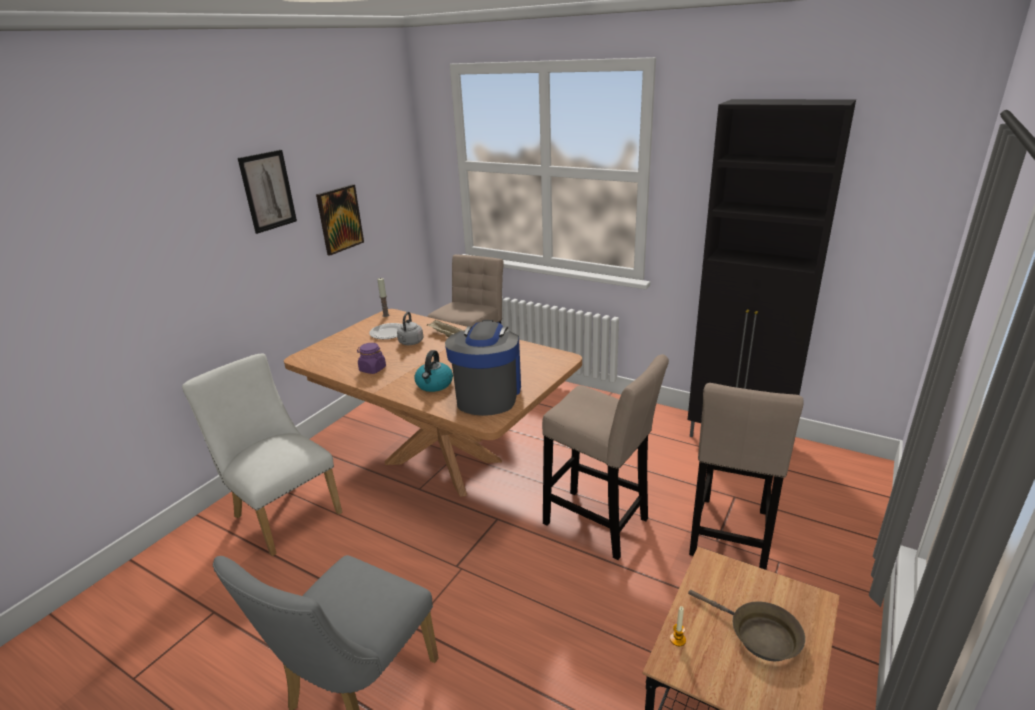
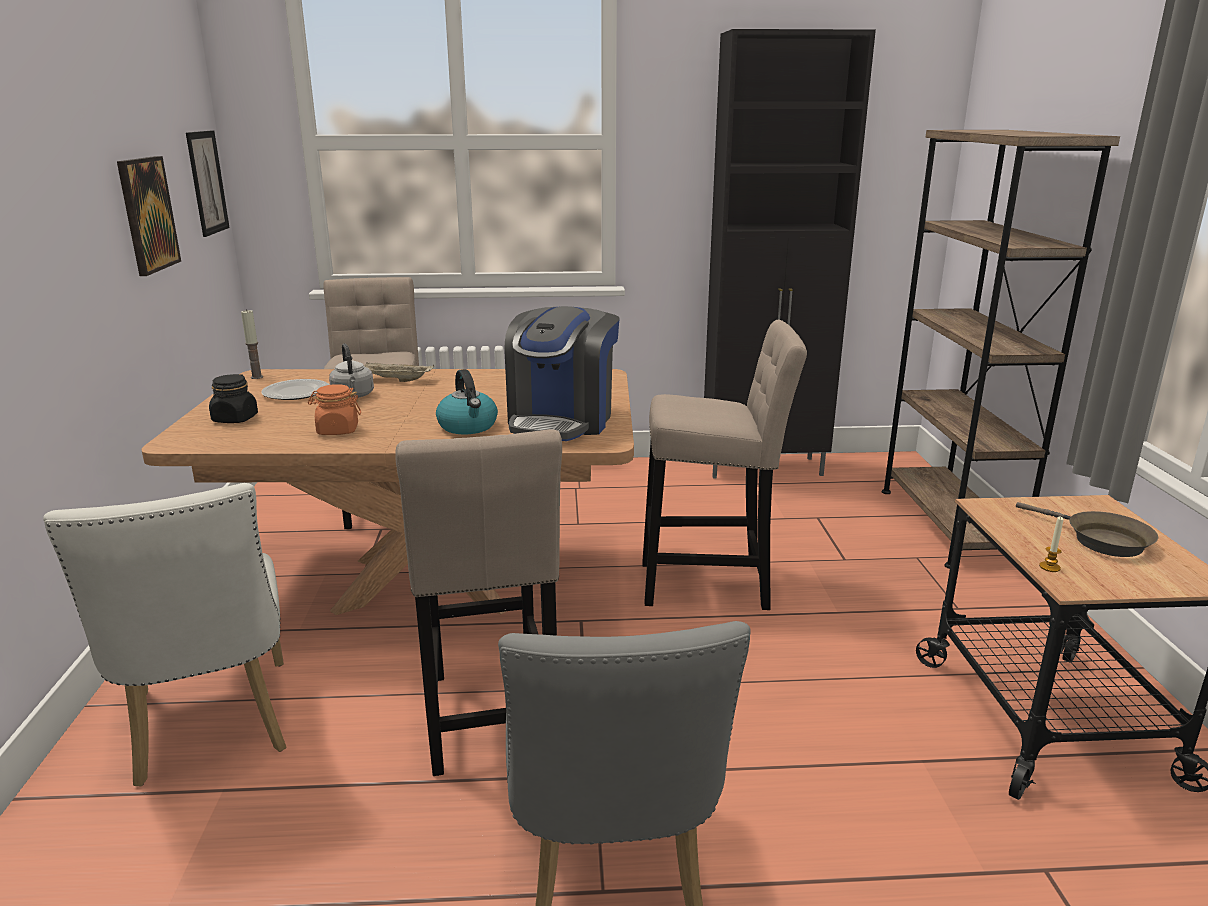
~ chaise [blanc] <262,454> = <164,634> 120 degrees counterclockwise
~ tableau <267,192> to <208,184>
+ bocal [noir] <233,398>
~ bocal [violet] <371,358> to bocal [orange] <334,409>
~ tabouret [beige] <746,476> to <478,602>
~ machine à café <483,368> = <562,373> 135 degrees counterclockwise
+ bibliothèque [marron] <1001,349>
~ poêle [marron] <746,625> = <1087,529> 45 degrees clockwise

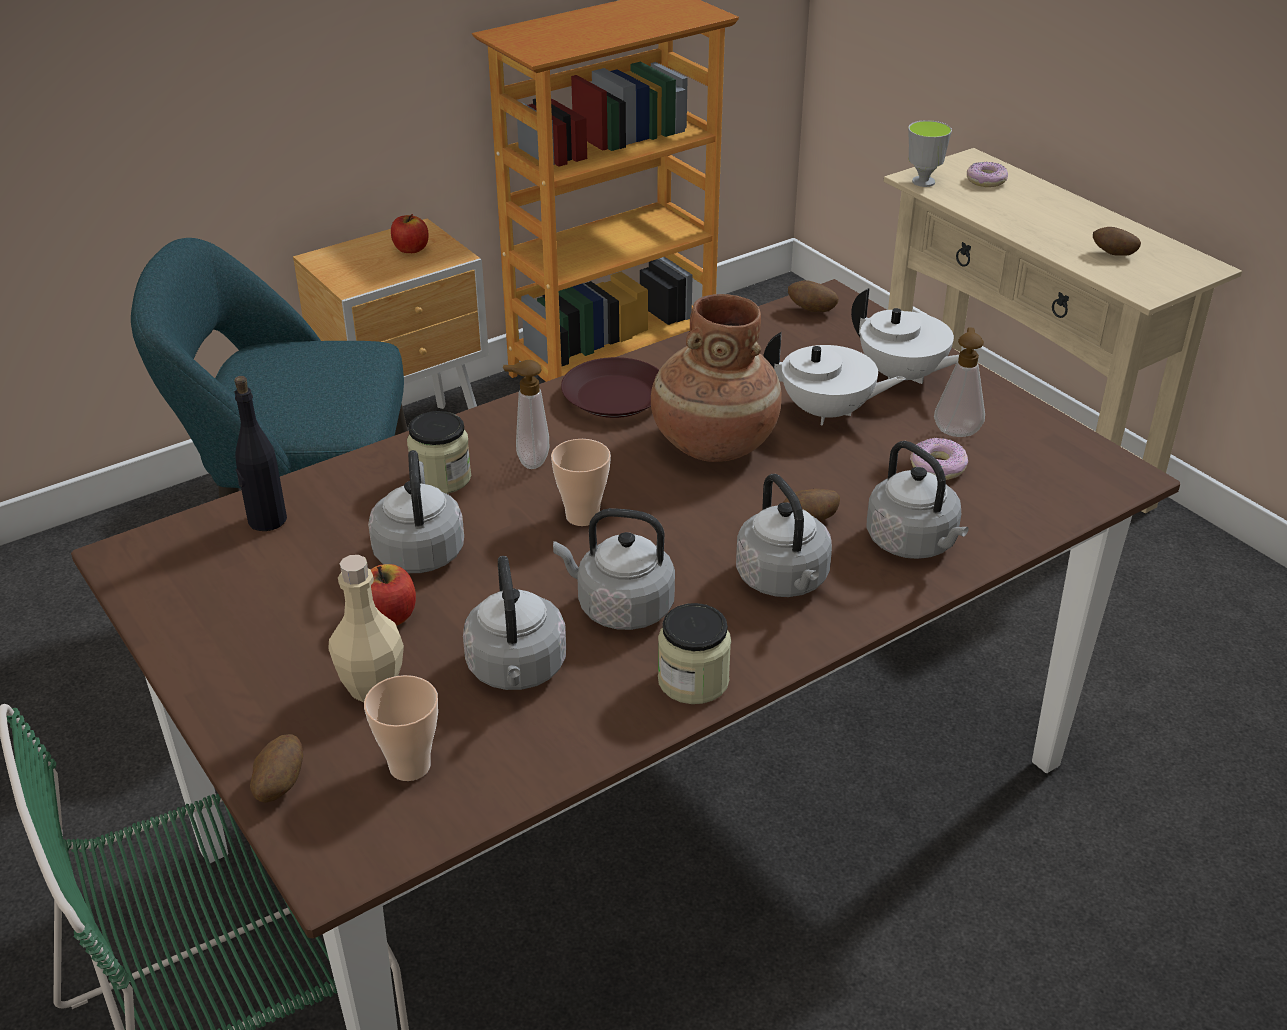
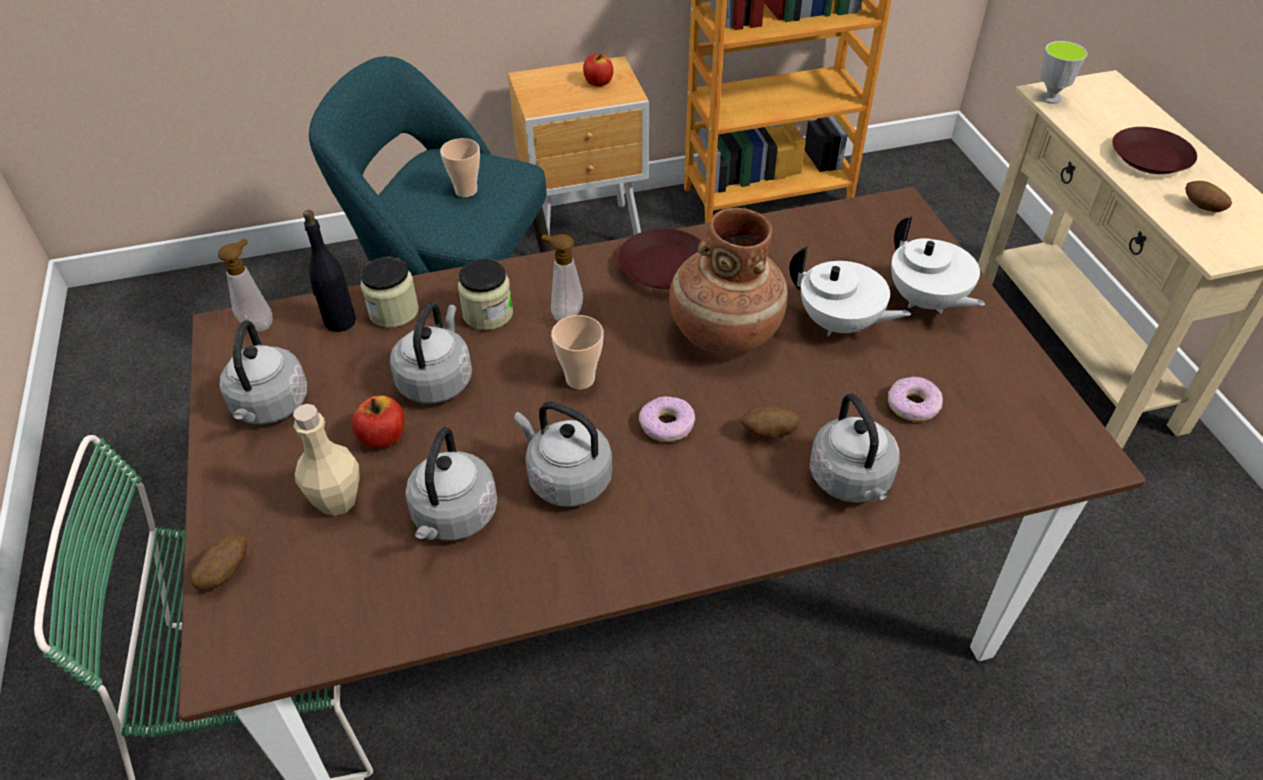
~ distributeur de savon <959,382> to <245,284>
~ bouilloire [gris] <784,535> to <263,372>
~ bocal <694,653> to <389,292>
~ tasse <401,728> to <460,167>
~ beignet <987,174> to <667,419>
+ assiette [marron] <1155,150>
- pomme de terre <813,296>

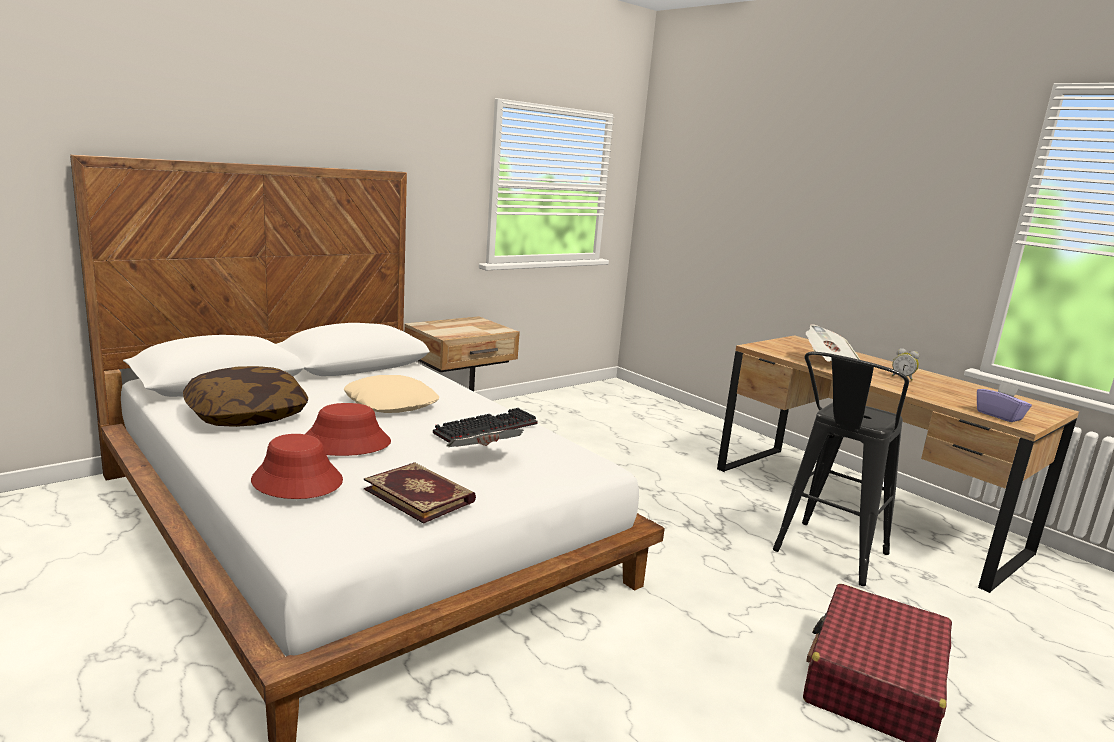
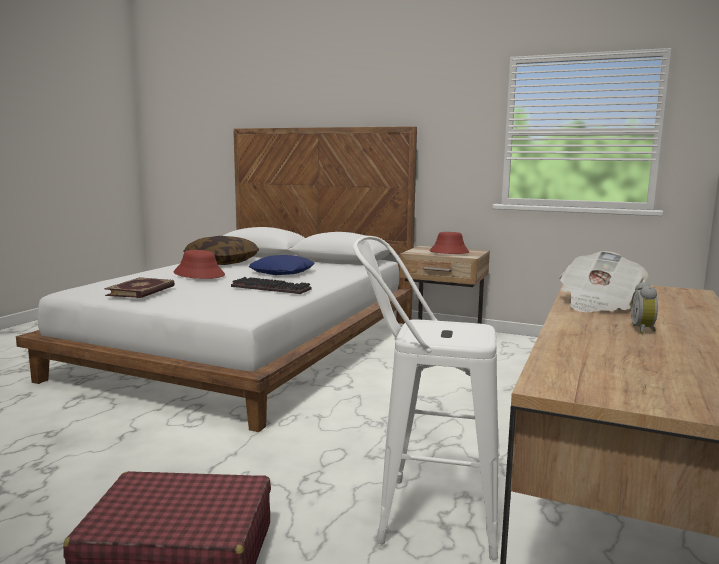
~ coussin [beige] <391,394> to coussin [bleu] <282,265>
~ tabouret [noir] <841,469> to tabouret [blanc] <426,398>
~ chapeau [rouge] <297,466> to <449,243>
- journal <485,438>
- boîte à mouchoirs [violet] <1004,401>

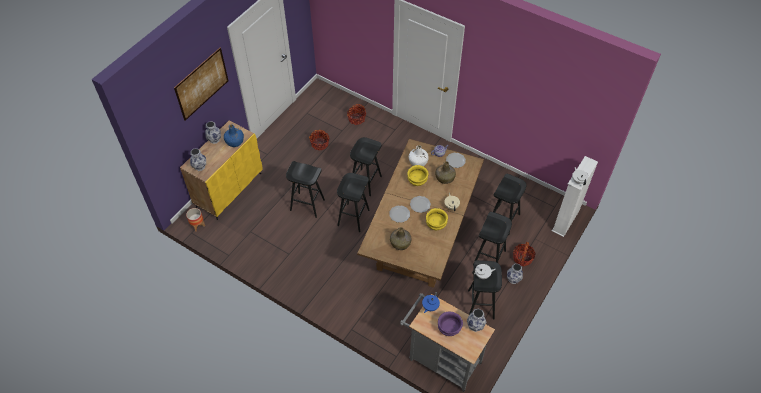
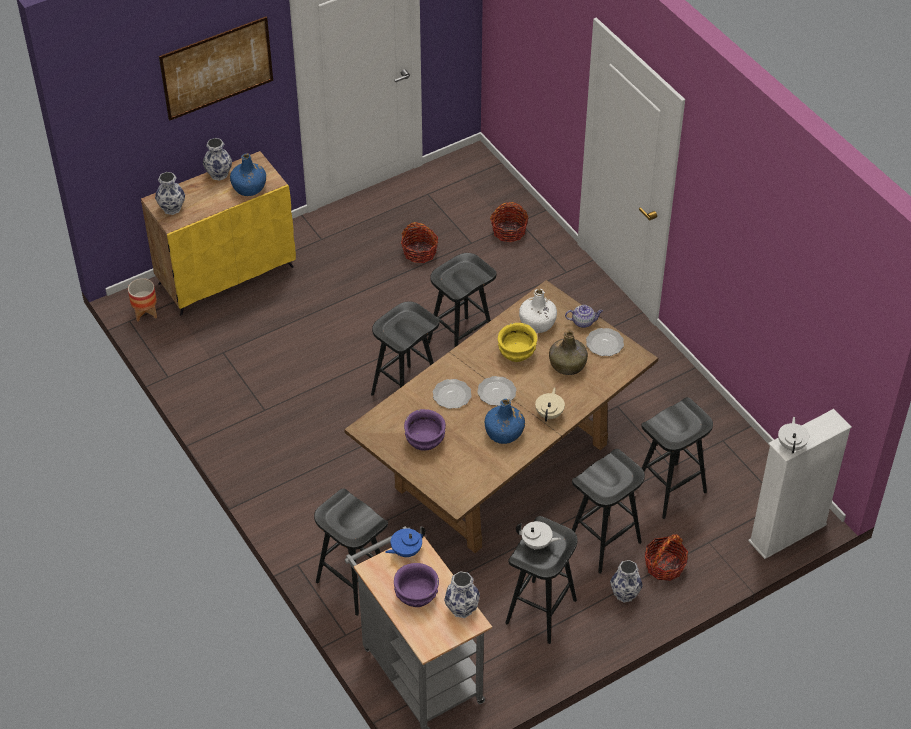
~ tabouret [noir] <305,189> to <351,552>
~ bouteille [vert] <401,238> to bol [violet] <425,430>
~ bol [jaune] <437,219> to bouteille [bleu] <505,421>

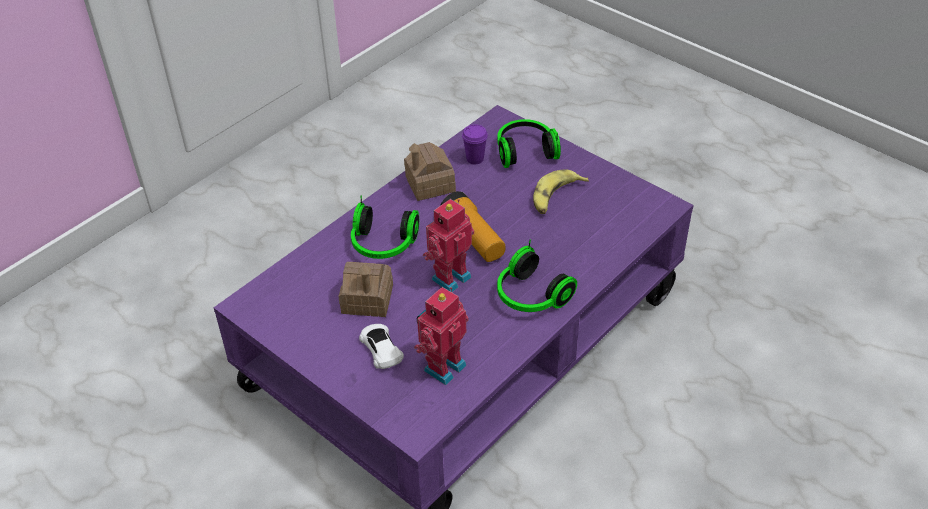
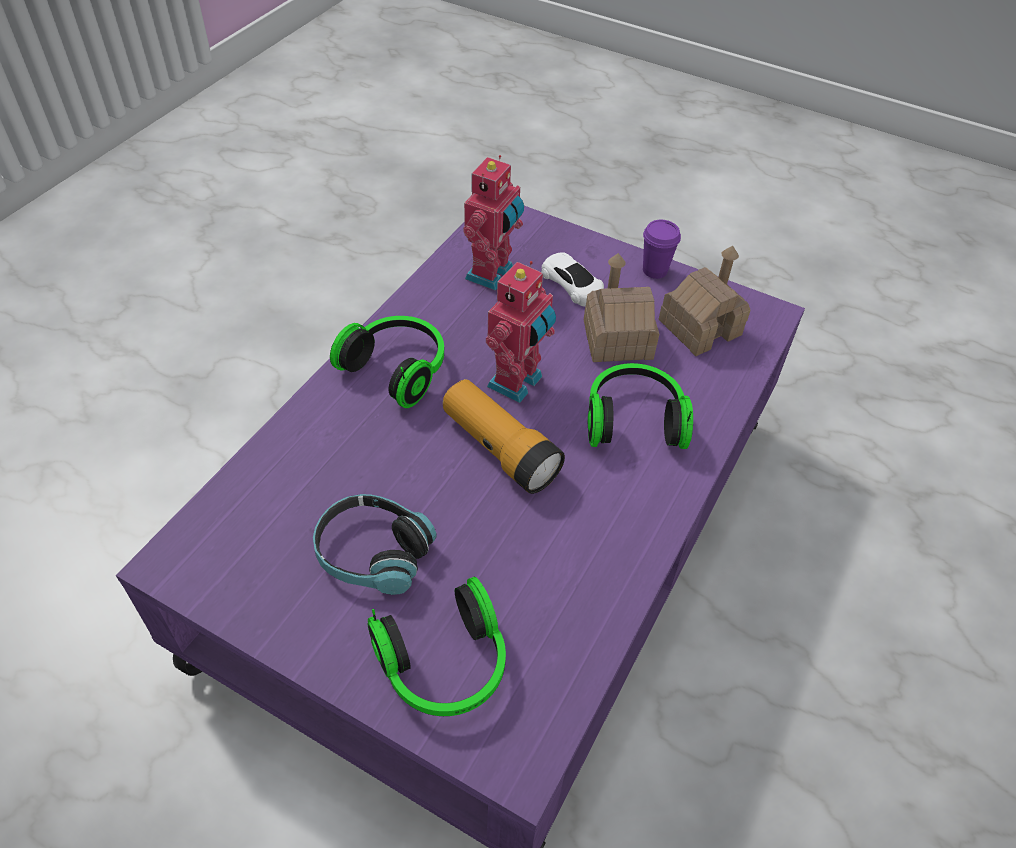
~ banane <561,192> to casque audio <375,544>
~ tasse [violet] <475,144> to <662,249>
~ maison miniature <430,171> to <705,301>

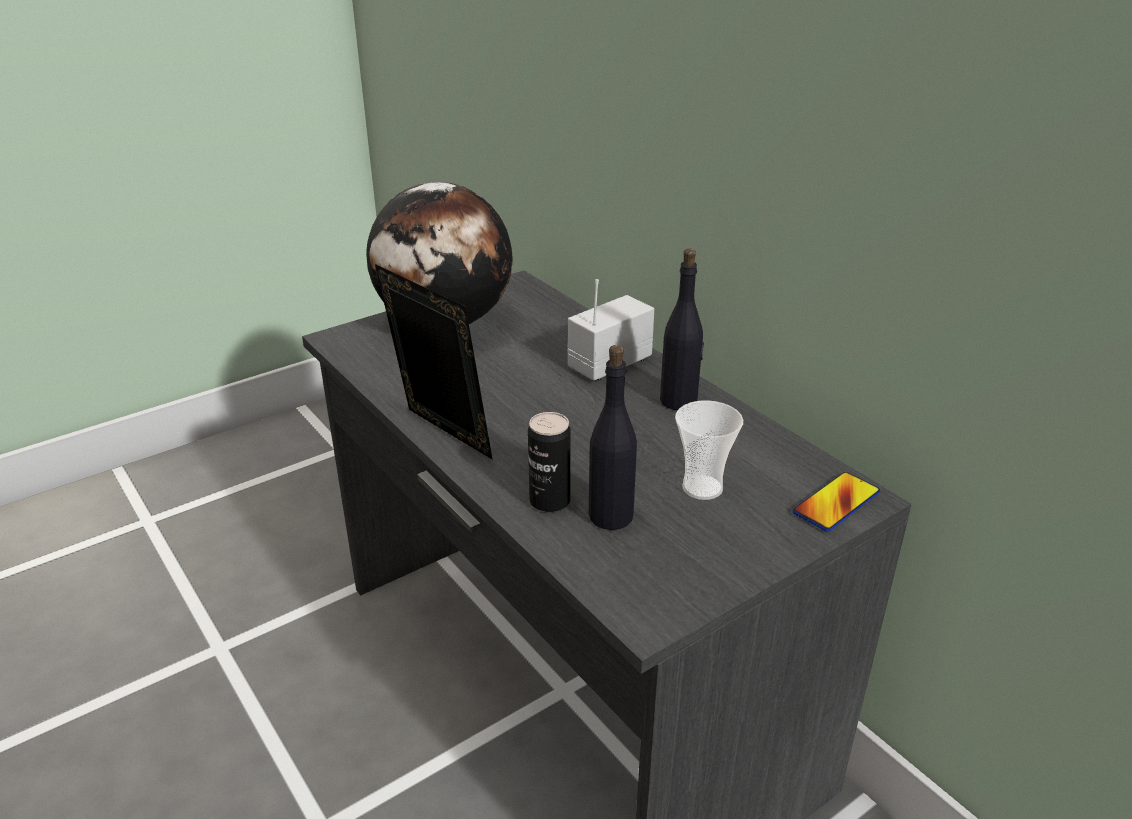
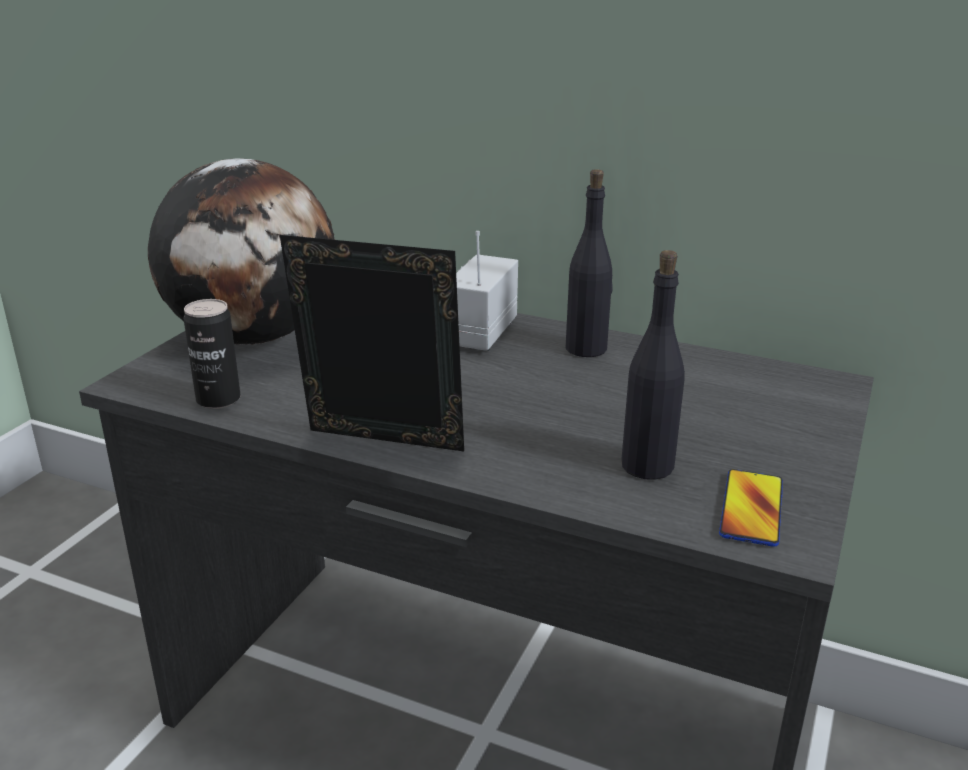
~ boîte métallique <549,462> to <212,354>
~ téléphone <836,502> to <751,508>
- tasse <709,450>

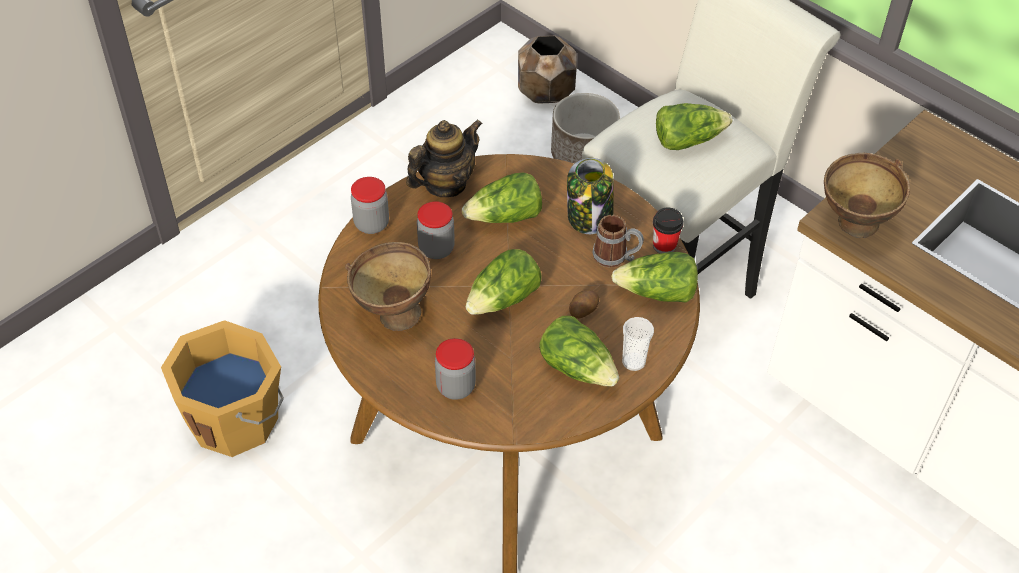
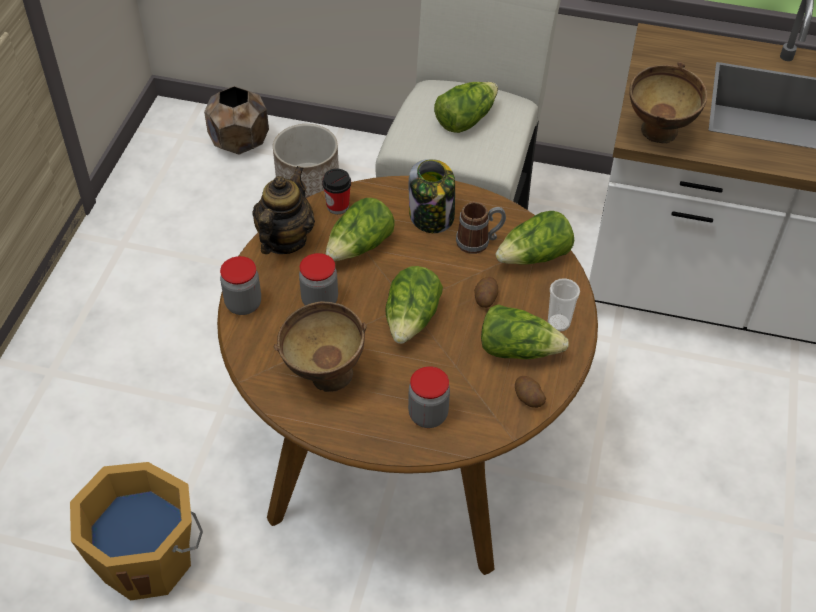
~ tasse <668,230> to <336,191>
+ pomme de terre <530,392>

